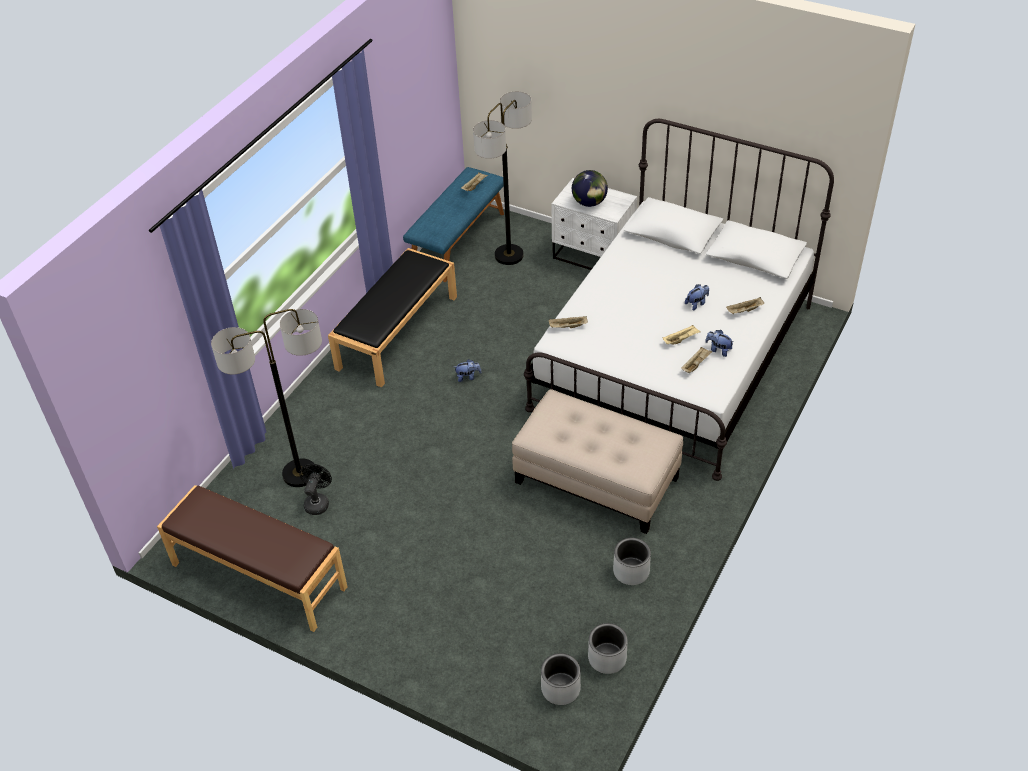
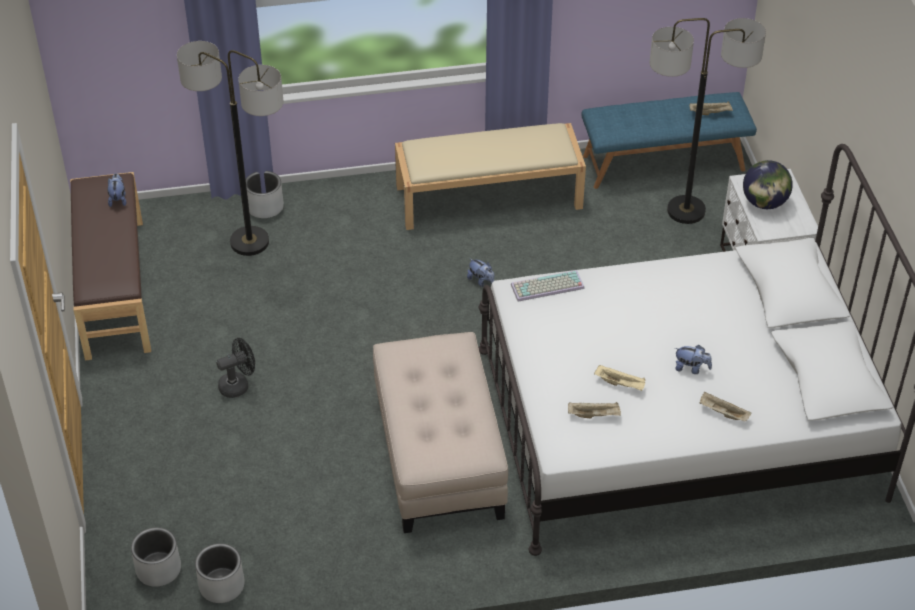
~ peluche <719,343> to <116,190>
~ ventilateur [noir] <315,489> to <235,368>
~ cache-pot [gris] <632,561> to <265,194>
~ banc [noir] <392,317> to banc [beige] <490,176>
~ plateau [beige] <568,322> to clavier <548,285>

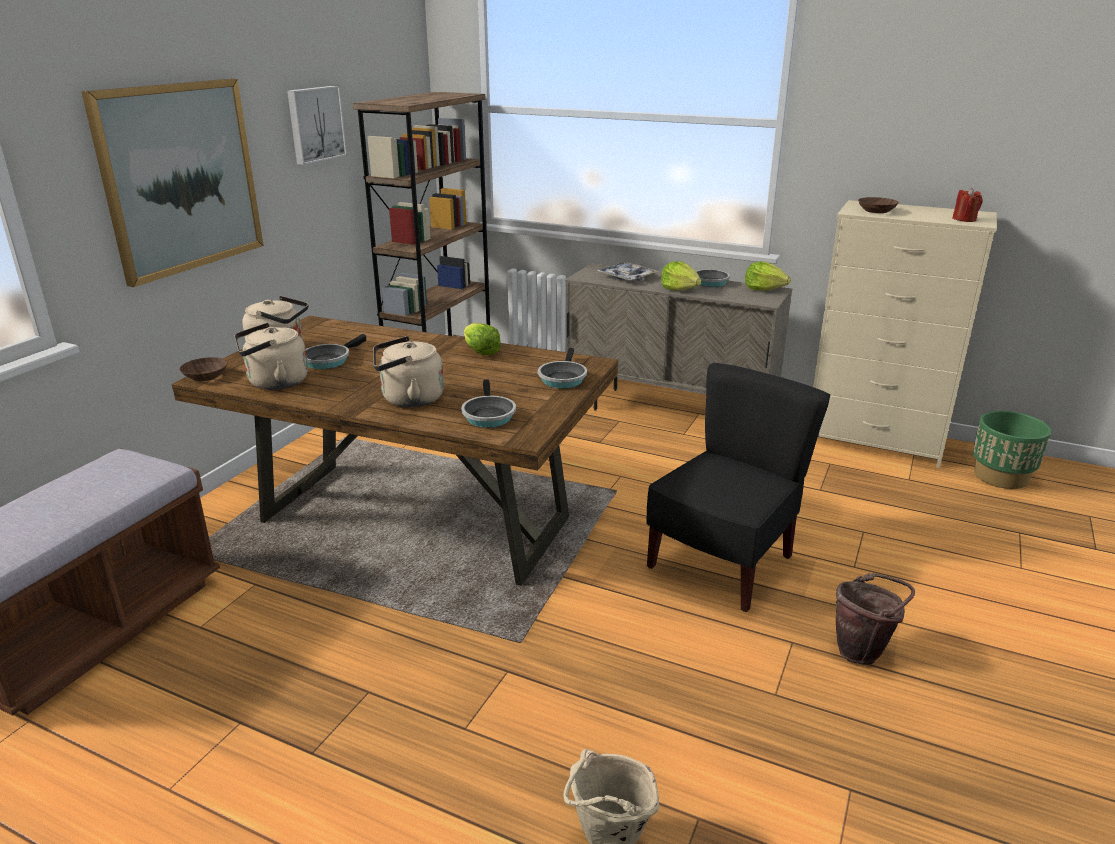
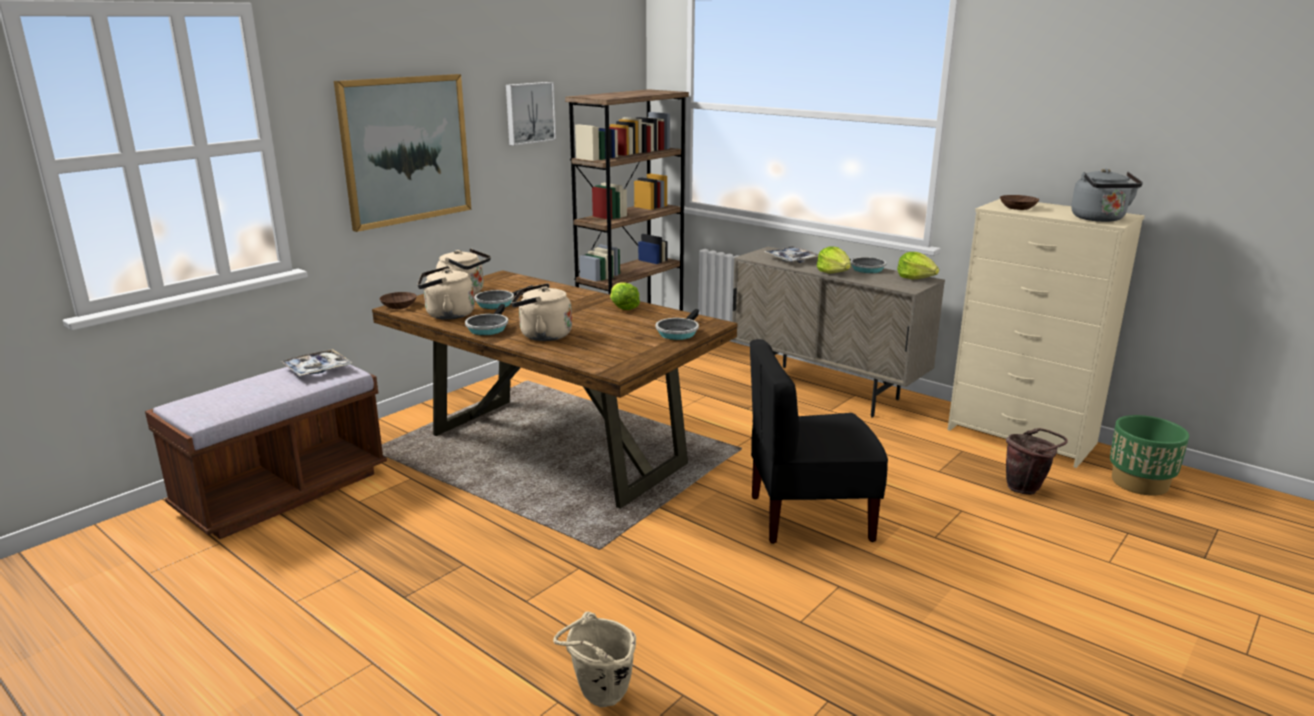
+ plateau <316,362>
~ poêle <488,404> to <486,319>
~ chaise [noir] <739,487> = <819,441> 150 degrees counterclockwise
~ seau [marron] <875,619> to <1037,461>
~ bougie [rouge] <967,205> to bouilloire [gris] <1107,195>

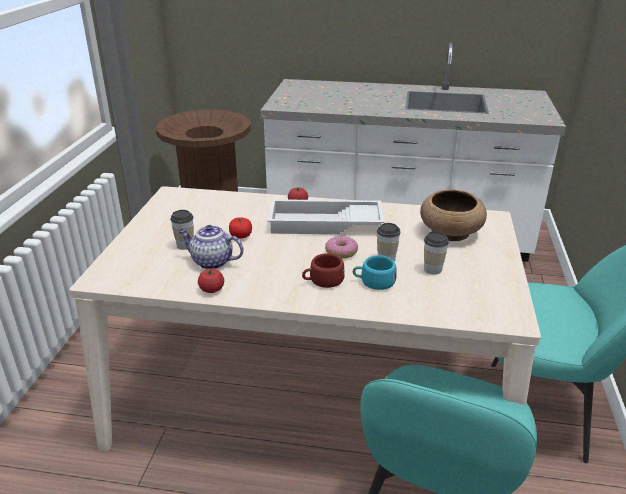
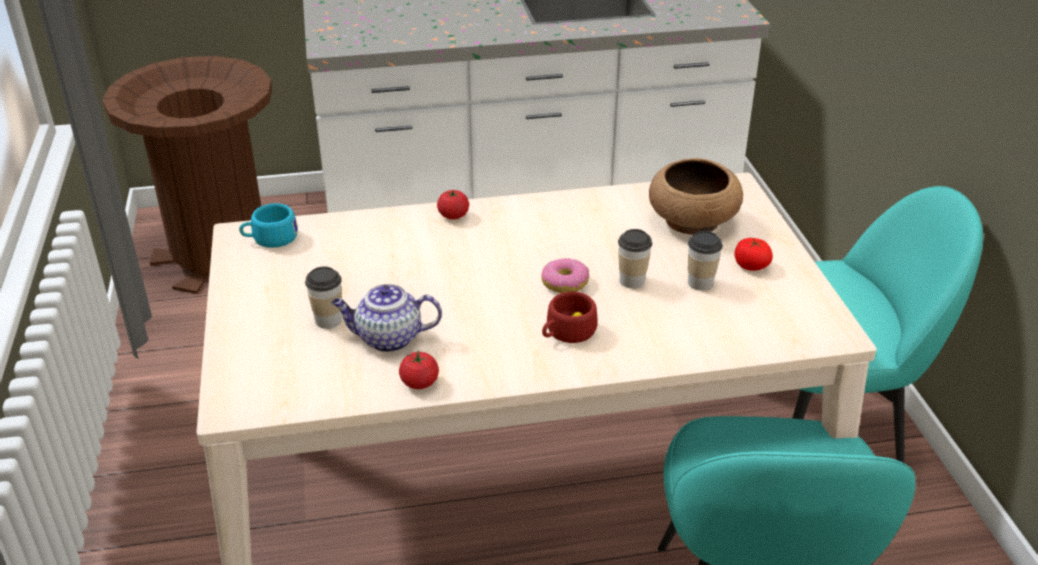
~ tasse [turquoise] <375,272> to <268,225>
~ tomate <240,228> to <753,254>
- plateau [blanc] <326,216>

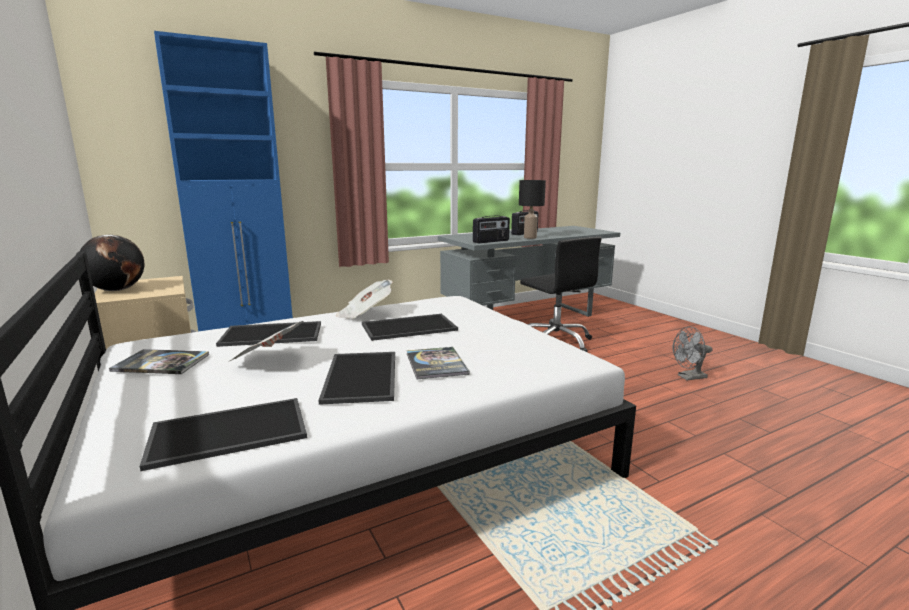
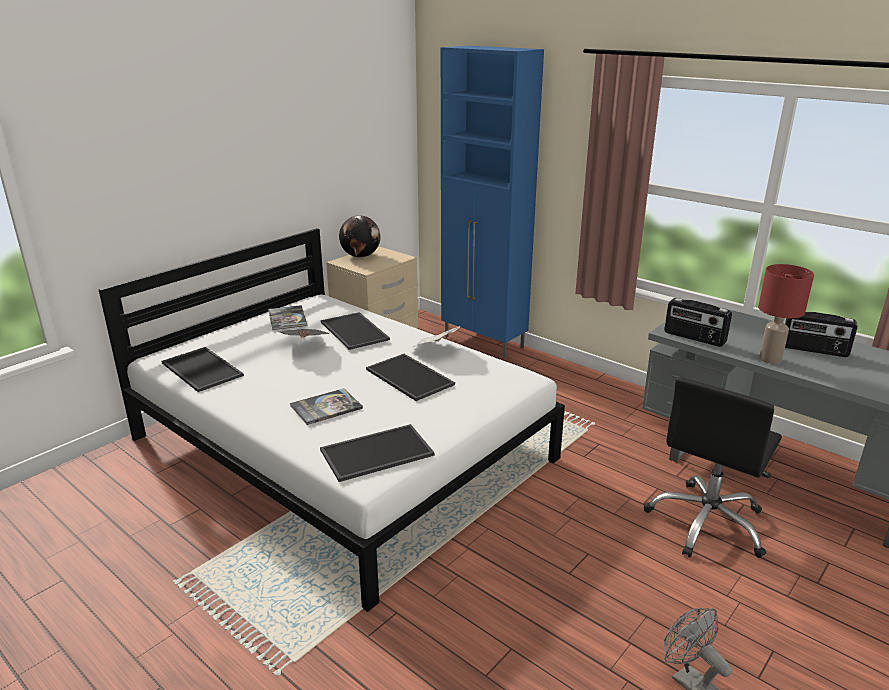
~ plateau <356,378> to <377,453>
~ lampe de table [noir] <532,209> to lampe de table [rouge] <786,314>

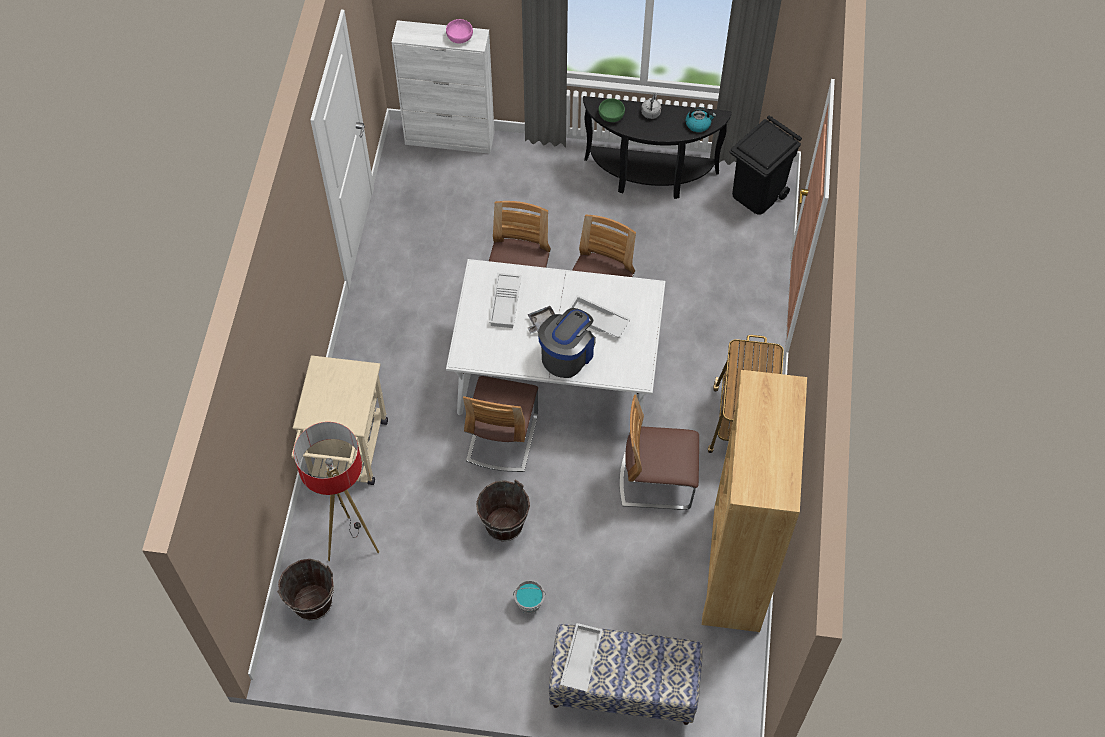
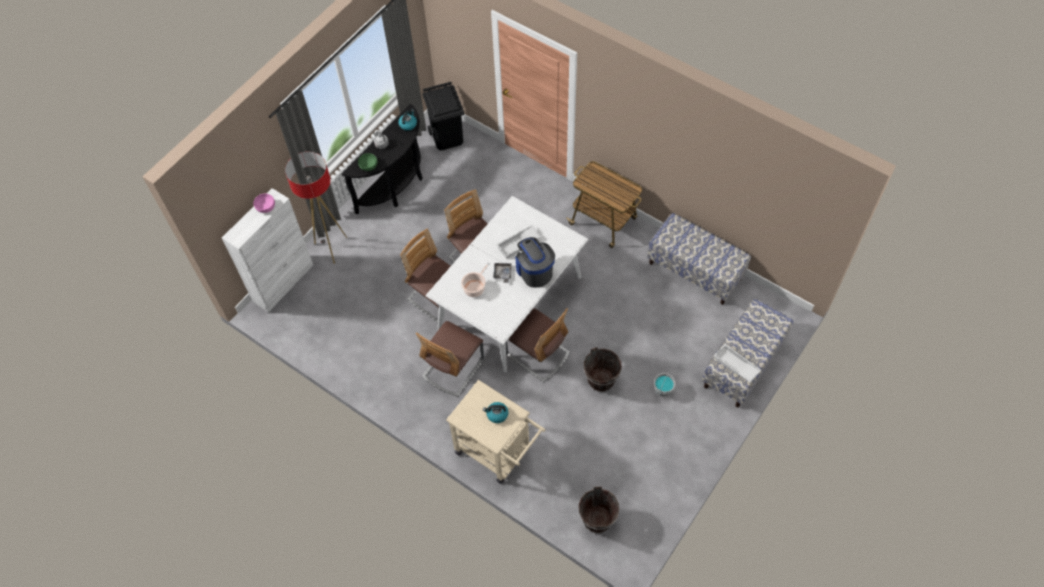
~ lampadaire <336,491> to <316,208>
~ chaise <659,452> to <449,359>
~ plateau [blanc] <505,300> to marmite <475,279>
+ bouilloire <495,412>
~ bibliothèque [marron] <754,501> to banc <699,259>

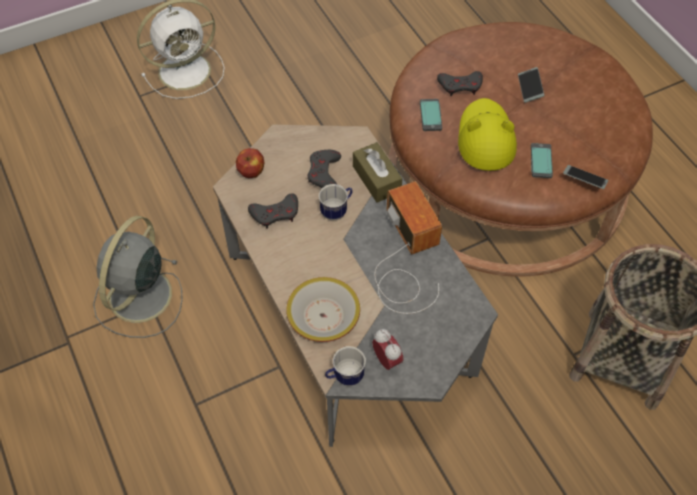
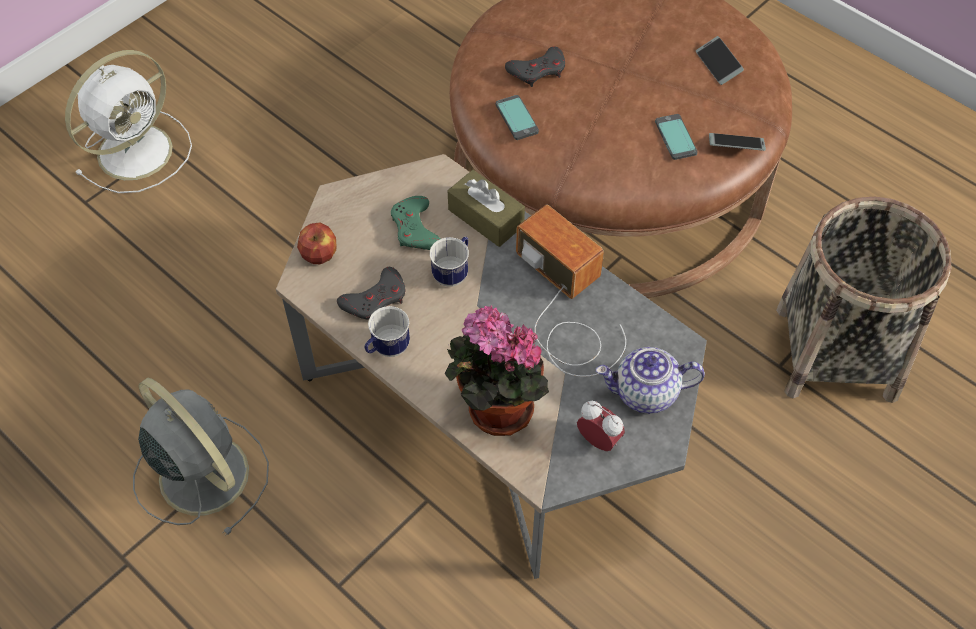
~ ventilateur [gris] <138,277> = <201,457> 135 degrees clockwise
~ mug <345,366> to <387,331>
~ manette [gris] <324,169> to manette [vert] <416,223>
~ bol <323,309> to plante en pot <497,370>
+ théière <650,380>
~ téléphone <531,85> to <720,60>
- chapeau [jaune] <487,134>

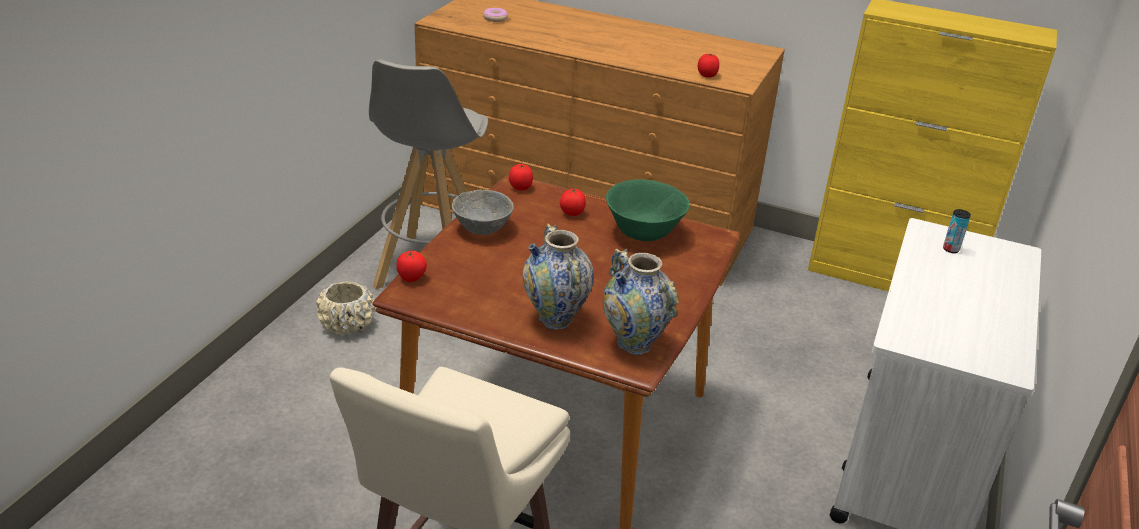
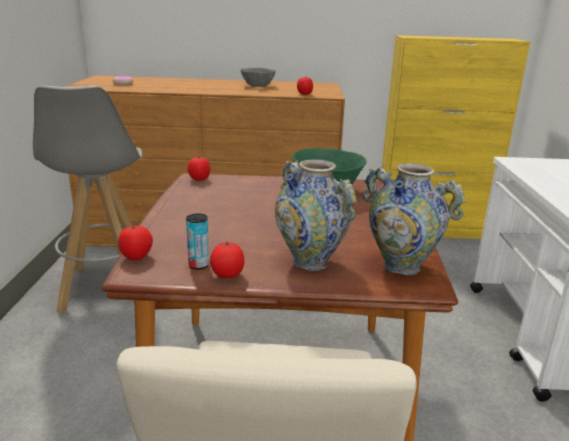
~ boîte métallique <957,231> to <197,241>
~ tomate <573,202> to <227,259>
~ bol [gris] <483,212> to <258,77>
- cache-pot [beige] <345,308>

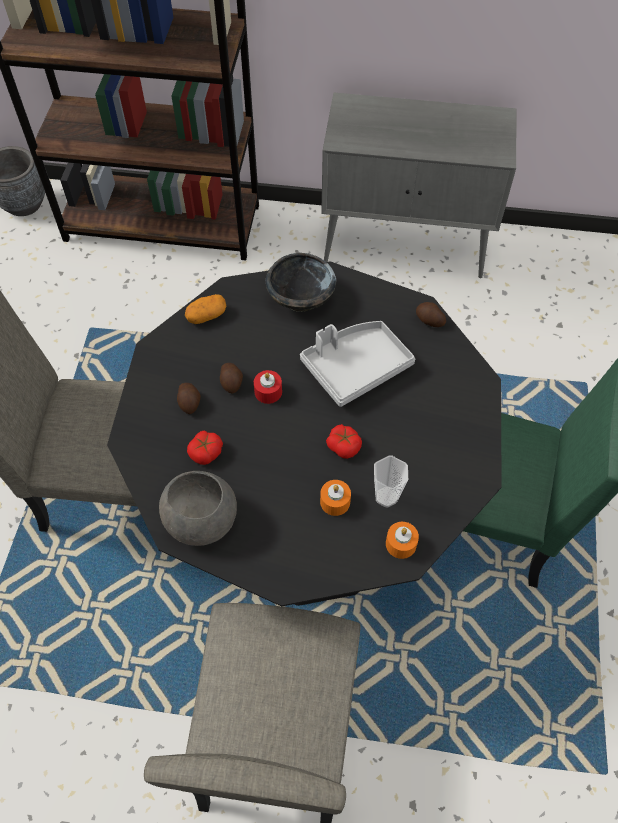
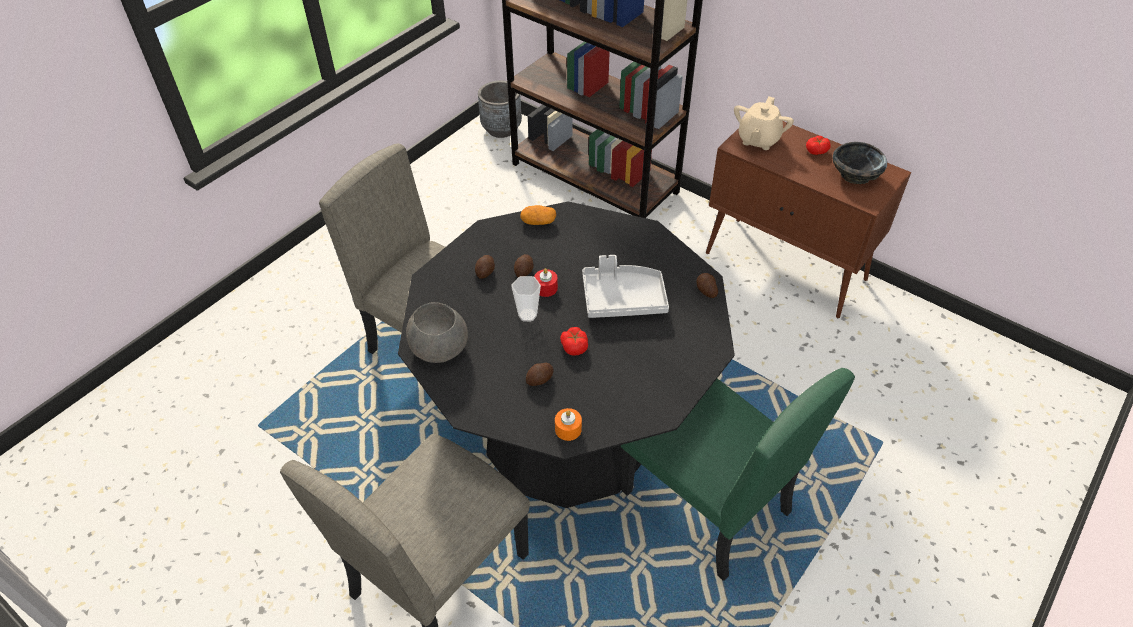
~ tasse <391,481> to <526,299>
~ bougie [orange] <335,498> to pomme de terre <540,374>
~ meuble de rangement [gris] <418,185> to meuble de rangement [marron] <808,219>
+ théière [beige] <764,123>
~ tomate <205,447> to <818,145>
~ bol [noir] <301,282> to <860,163>

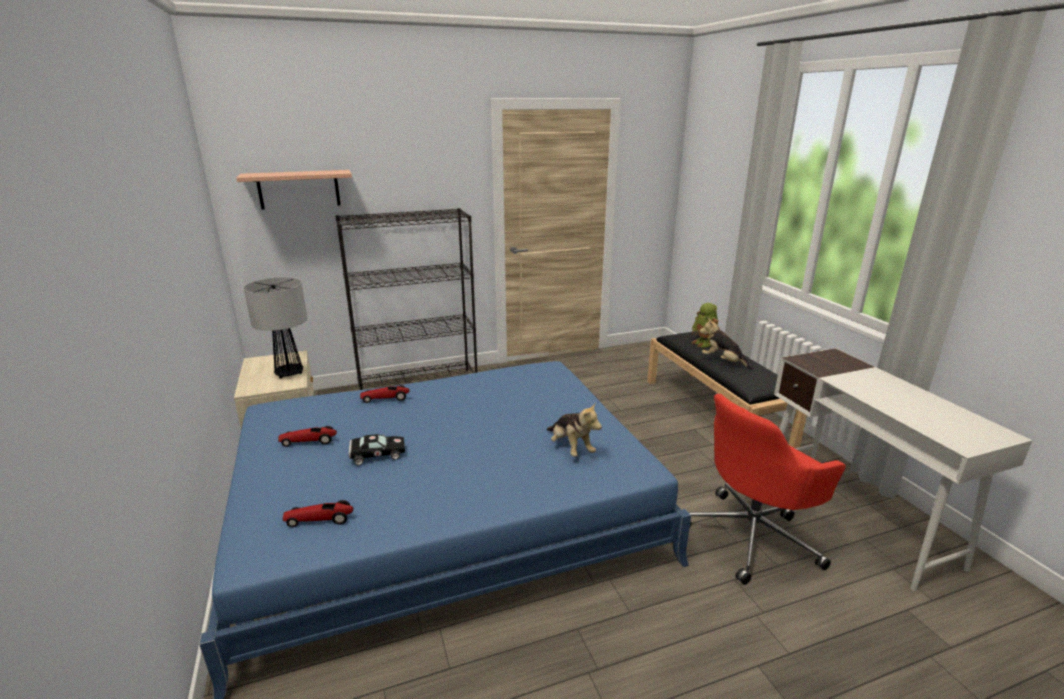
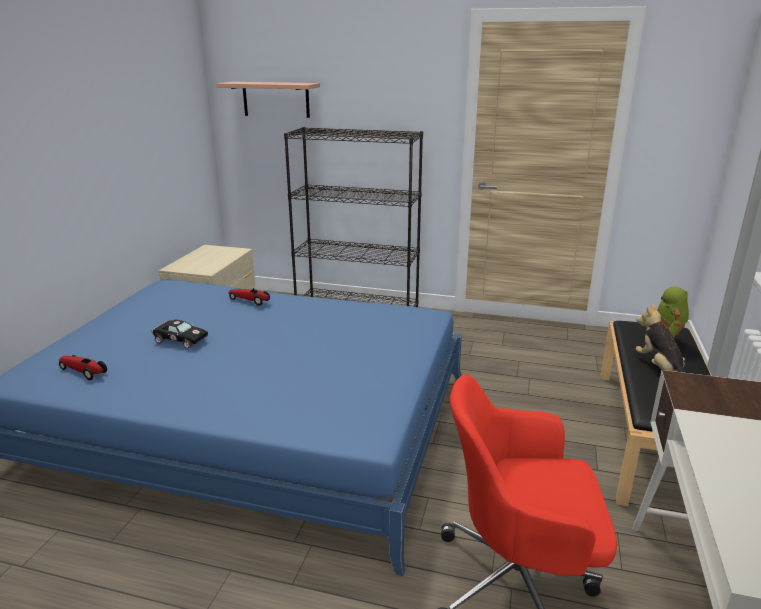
- lampe de table <275,327>
- petite voiture <307,436>
- peluche <574,430>

